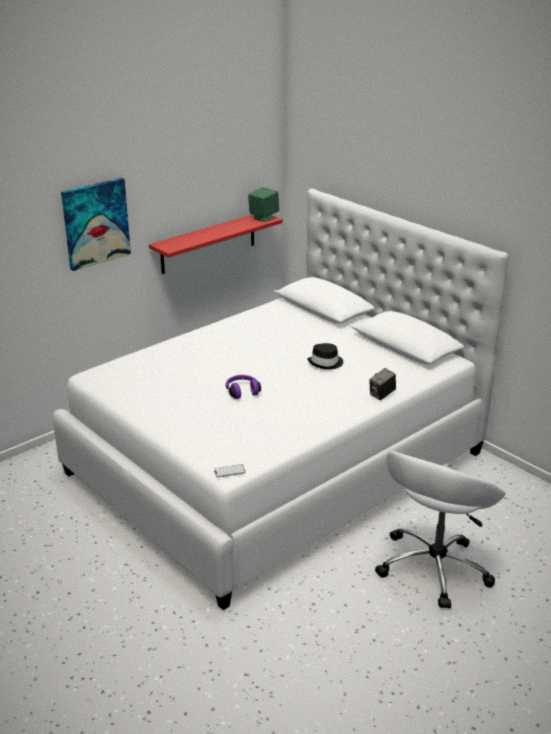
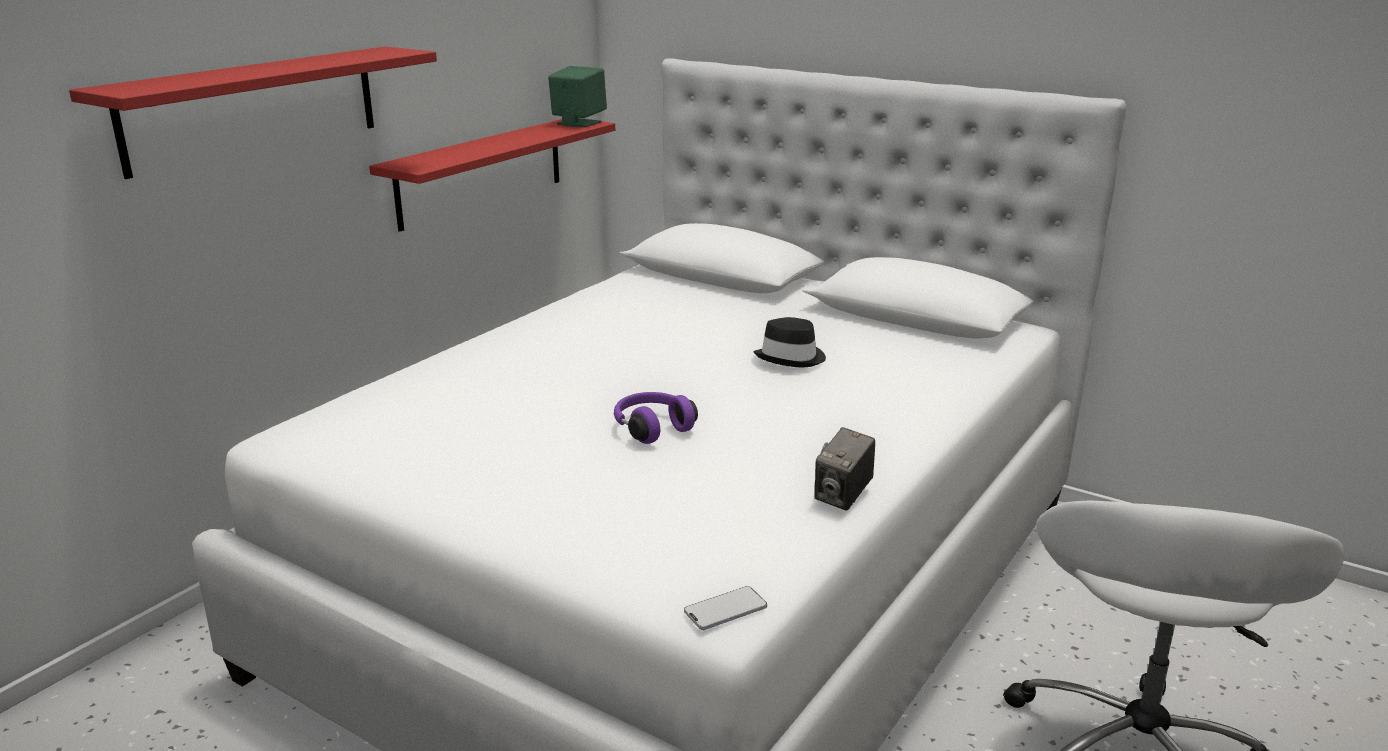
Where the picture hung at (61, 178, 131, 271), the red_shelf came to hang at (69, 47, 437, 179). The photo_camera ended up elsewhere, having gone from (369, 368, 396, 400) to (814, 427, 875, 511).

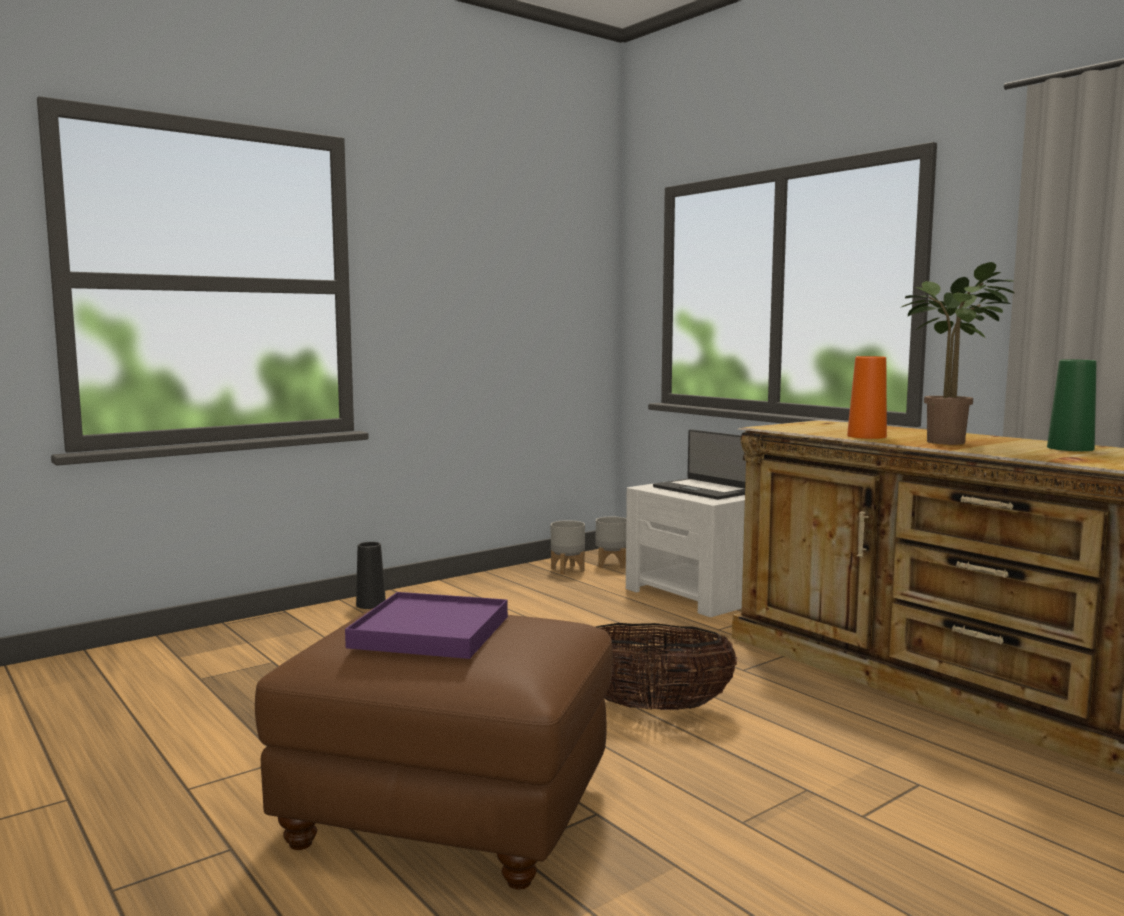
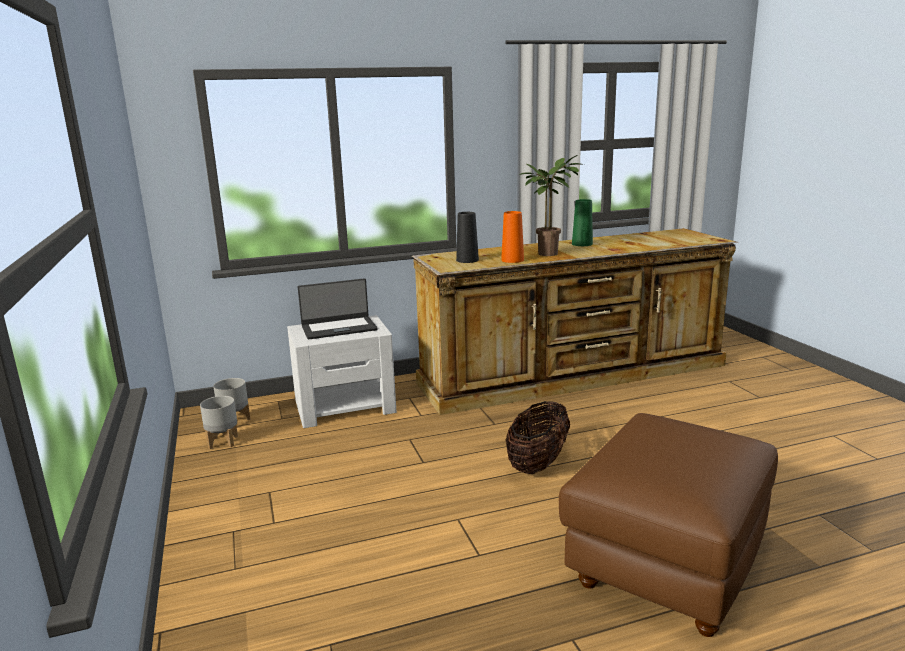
The black_vase ended up elsewhere, having gone from (356, 542, 386, 609) to (456, 212, 479, 263). The second view lost the purple_tray at (345, 592, 508, 659).

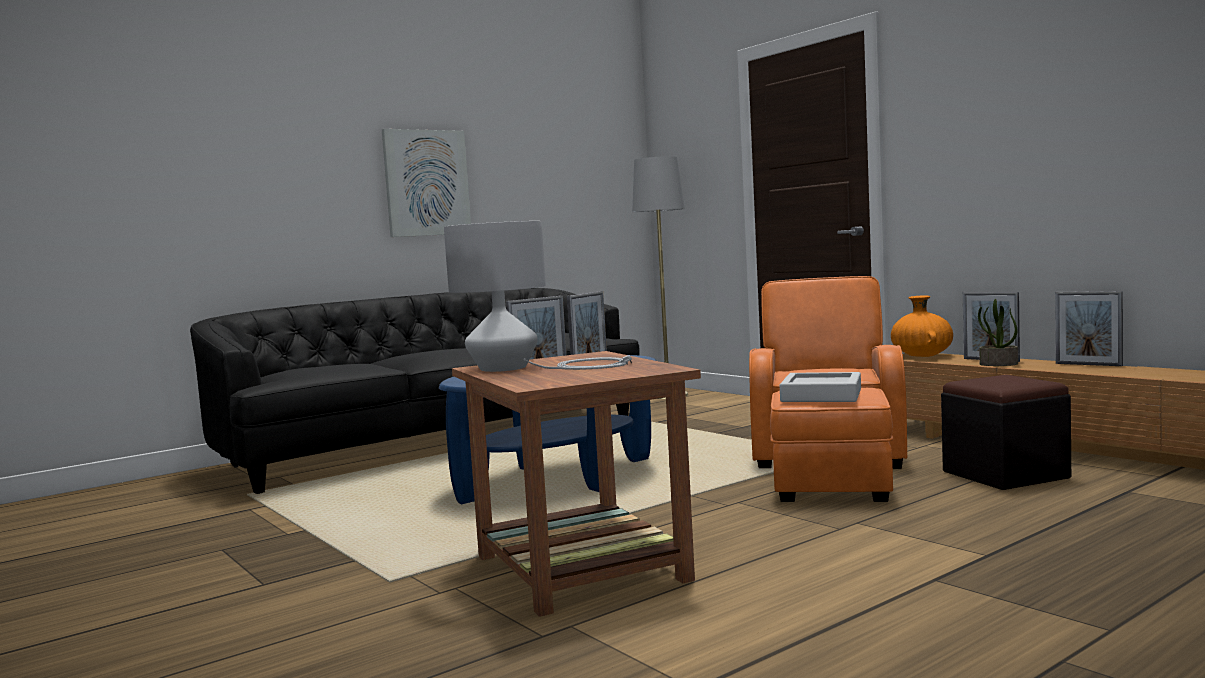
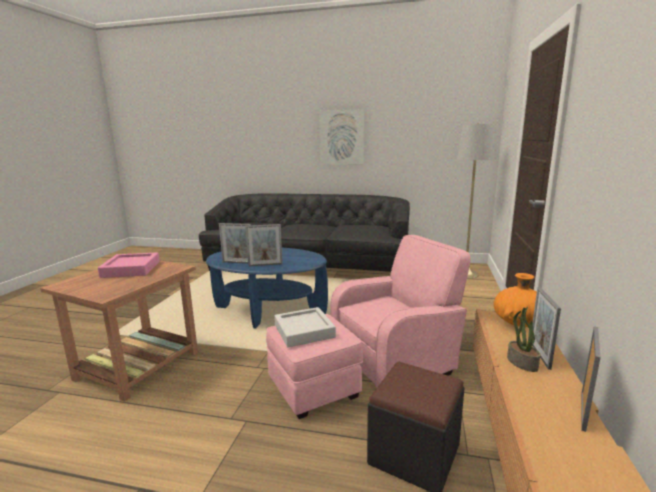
Where the white_table_lamp stood at (444, 221, 632, 372), the pink_tray came to stand at (98, 252, 160, 278). What was the orange_armchair at (749, 276, 907, 502) turned into the pink_armchair at (266, 235, 471, 419). The picture_frame at (1055, 291, 1123, 366) ended up facing another way, 150 degrees counterclockwise from before.

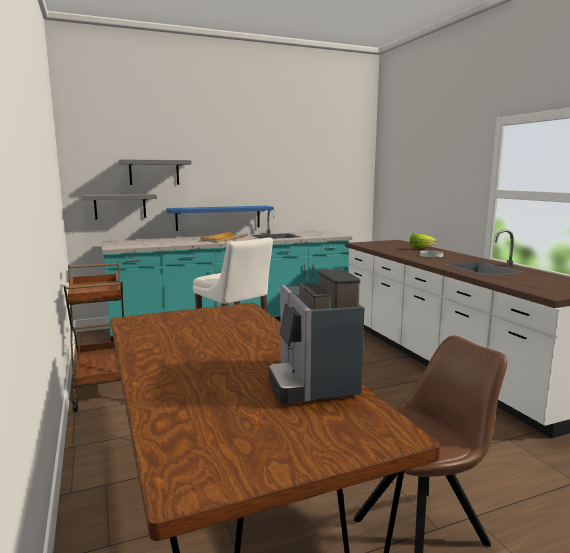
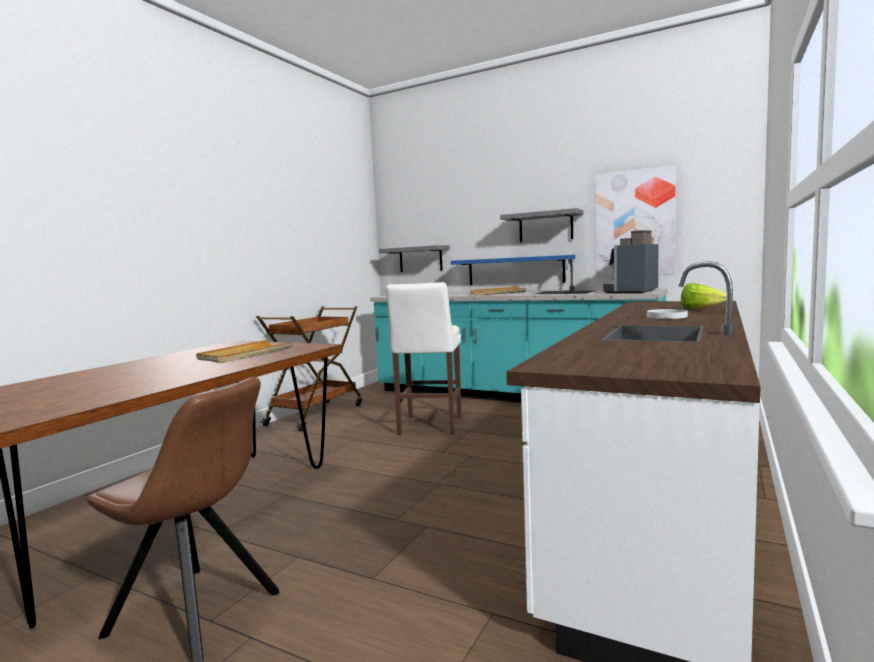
The grey_shelf ended up elsewhere, having gone from (119, 159, 192, 185) to (500, 208, 584, 242). The coffee_machine ended up elsewhere, having gone from (269, 269, 365, 404) to (603, 230, 658, 293). The second view gained the picture at (595, 165, 676, 277). The second view gained the beige_tray at (196, 340, 293, 363).

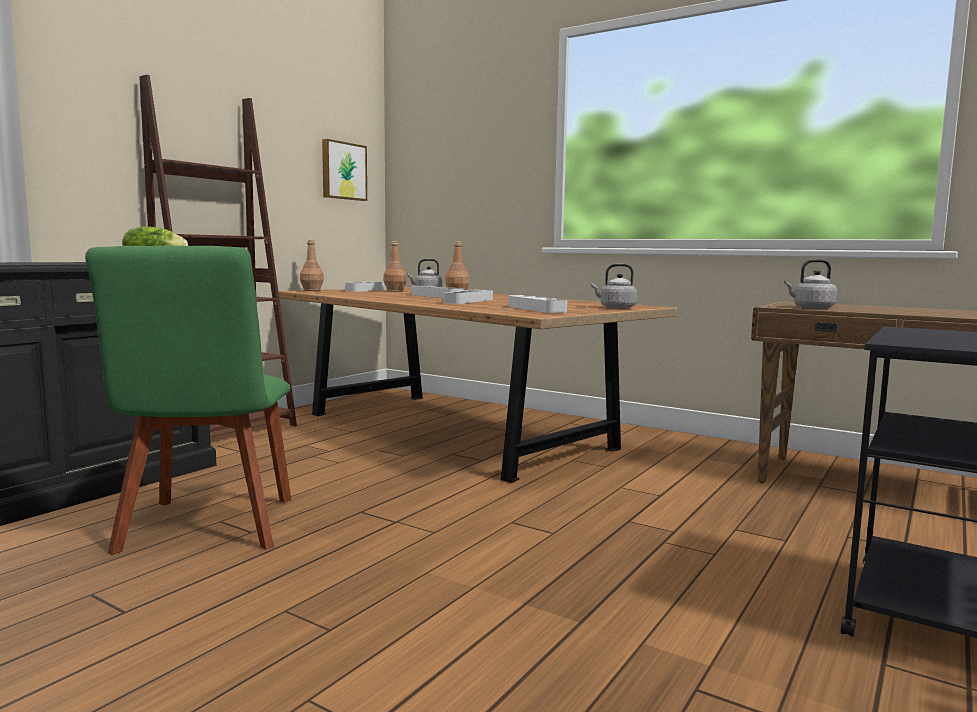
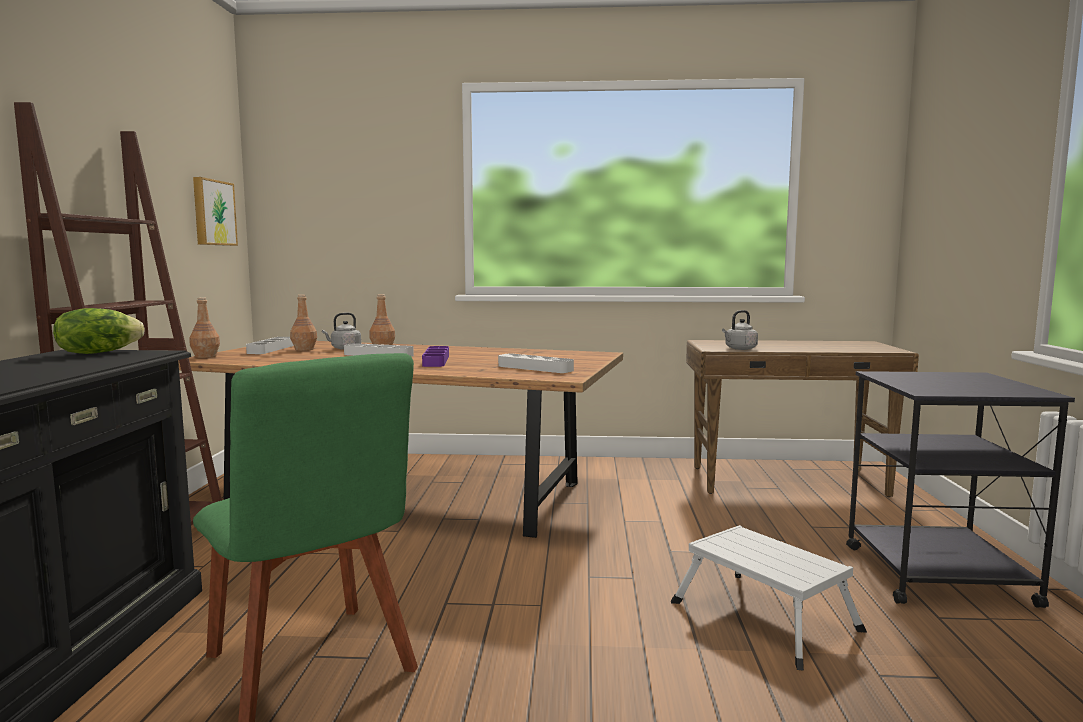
The second view lost the grey_kettle at (591, 264, 637, 309). What was the grey_tray at (443, 289, 493, 304) turned into the purple_tray at (422, 346, 449, 367). The second view gained the white_step_ladder at (671, 525, 867, 671).

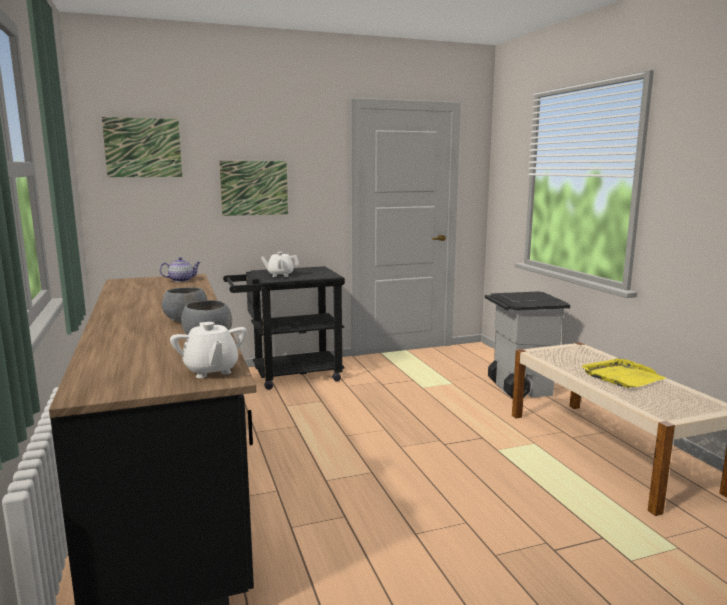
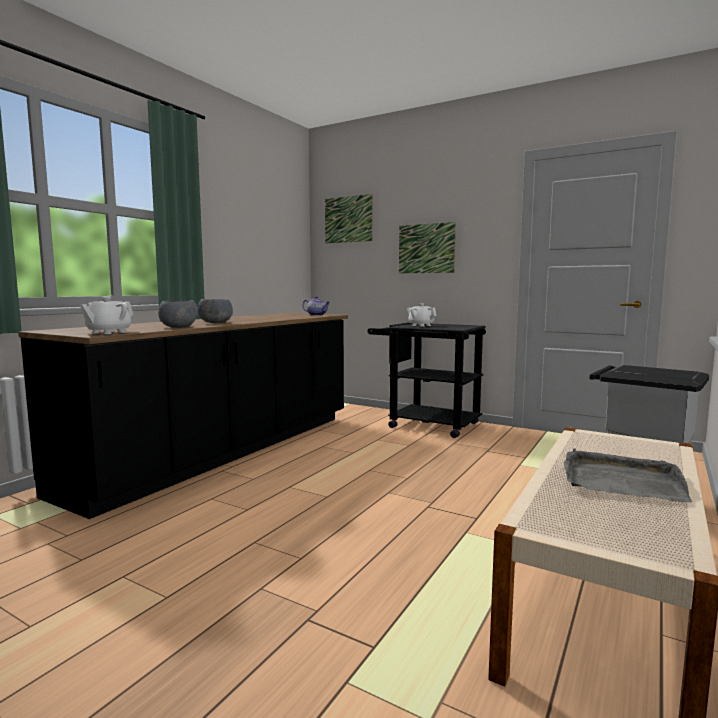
What was the yellow_tray at (582, 358, 666, 388) turned into the grey_tray at (564, 448, 692, 503).

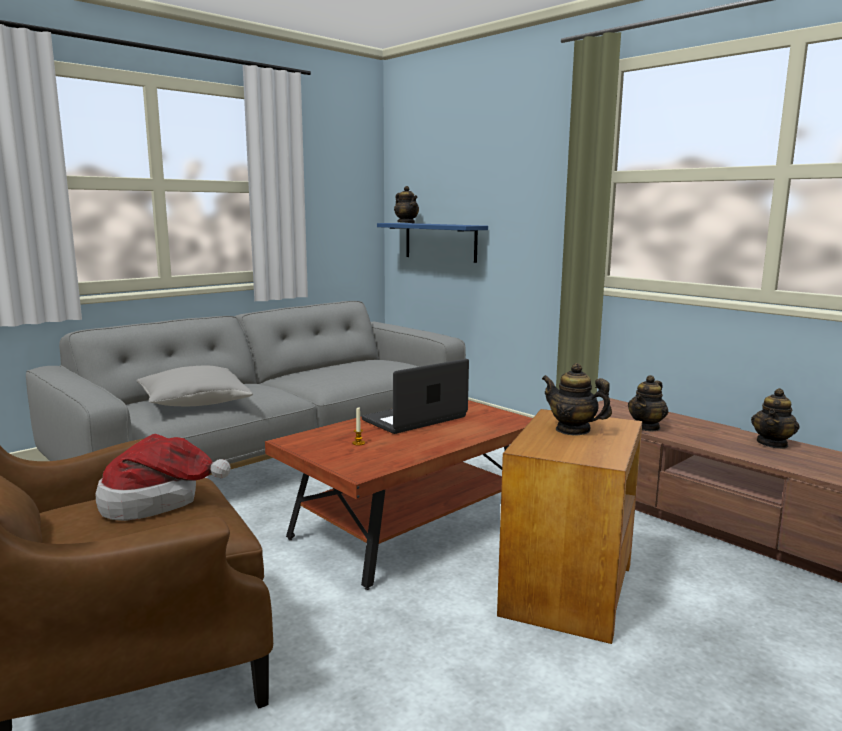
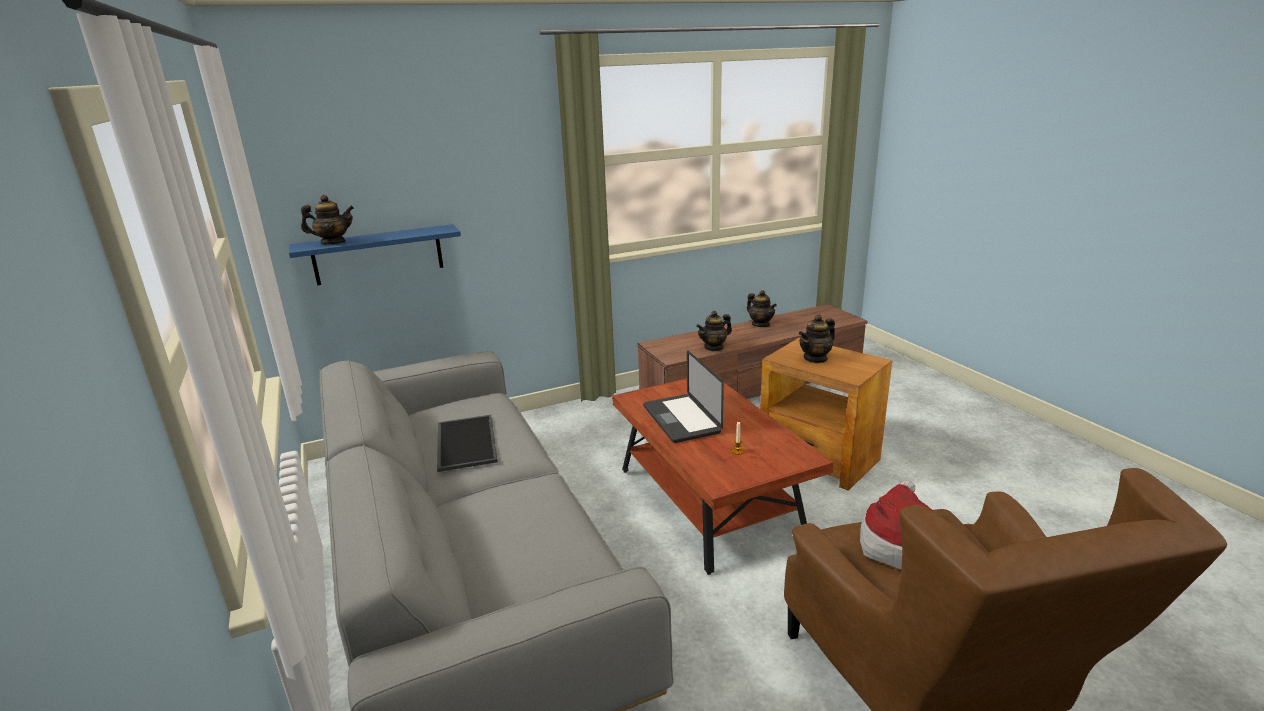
The second view lost the grey_pillow at (137, 365, 253, 406). The teapot at (628, 375, 668, 432) ended up facing another way, 90 degrees clockwise from before. The second view gained the tray at (437, 415, 498, 472).

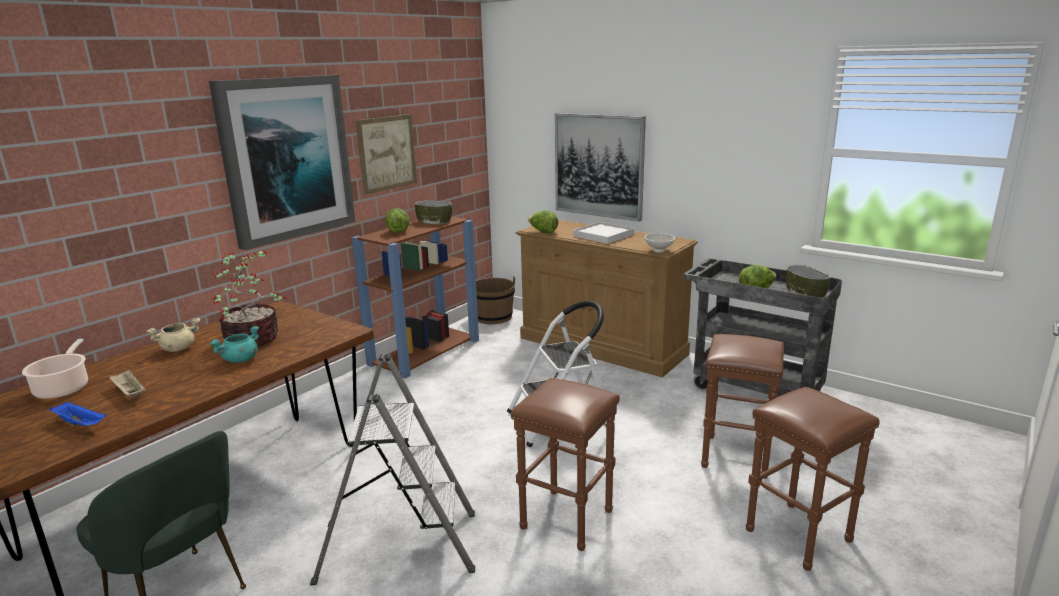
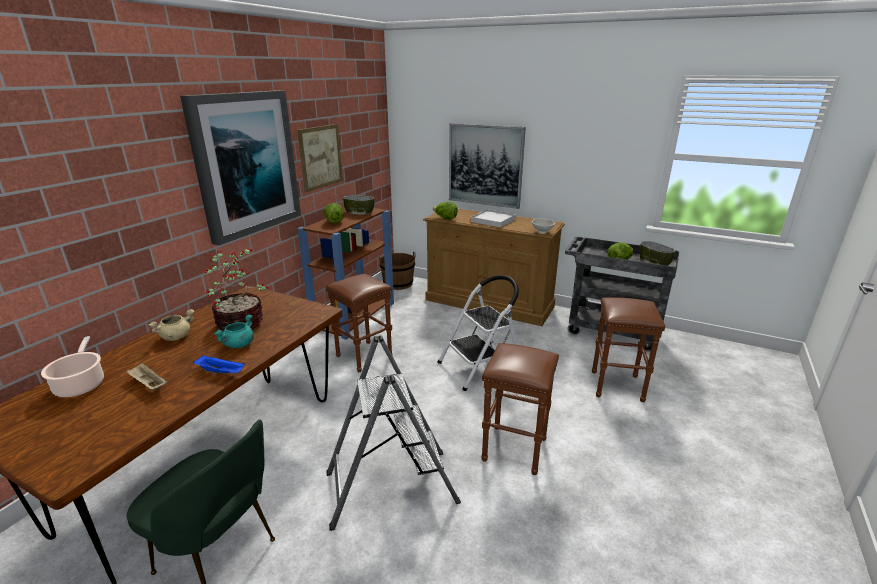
The brown_stool ended up elsewhere, having gone from (746, 387, 880, 571) to (326, 274, 392, 372). The blue_tray ended up elsewhere, having gone from (50, 402, 106, 426) to (193, 355, 245, 374).

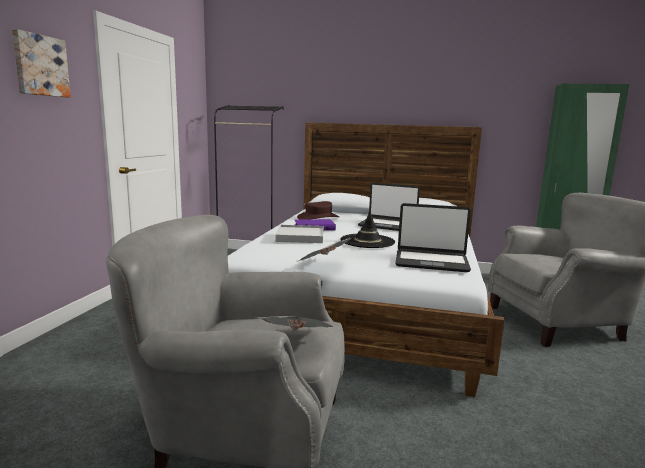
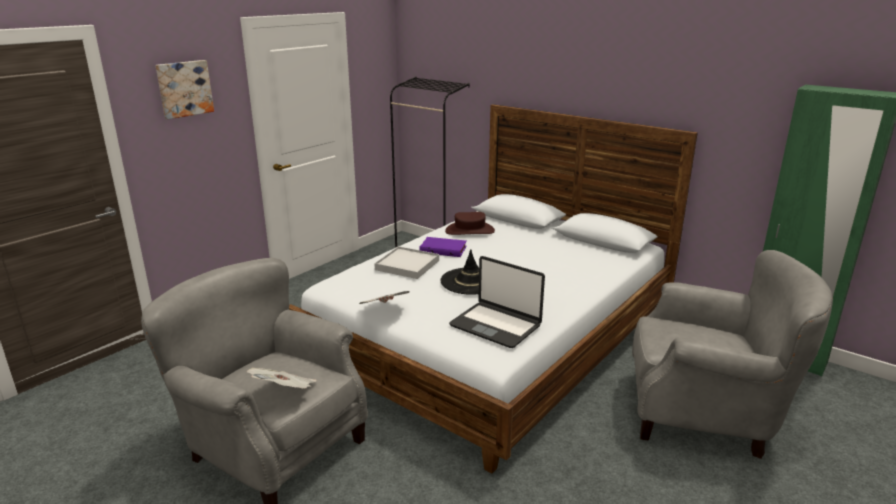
The second view lost the laptop at (358, 183, 420, 231).

